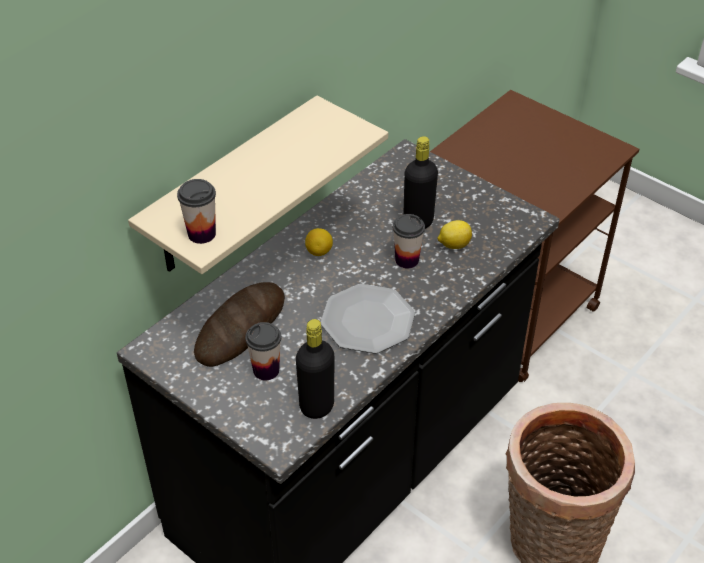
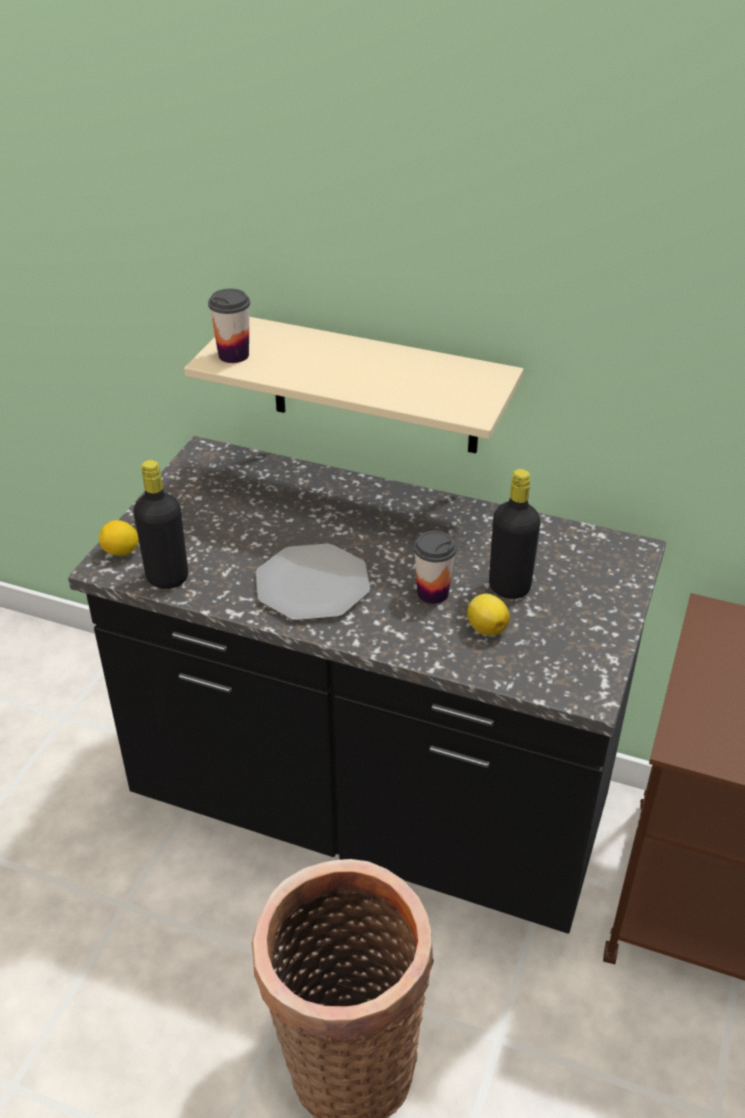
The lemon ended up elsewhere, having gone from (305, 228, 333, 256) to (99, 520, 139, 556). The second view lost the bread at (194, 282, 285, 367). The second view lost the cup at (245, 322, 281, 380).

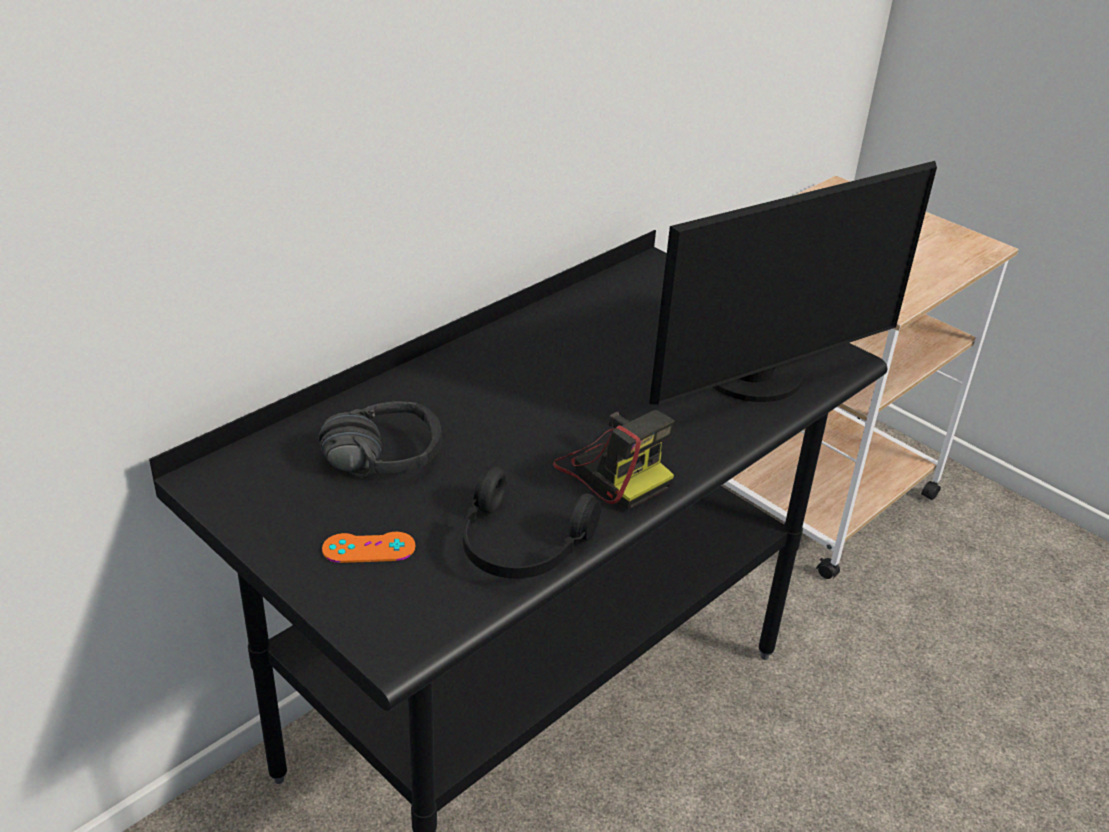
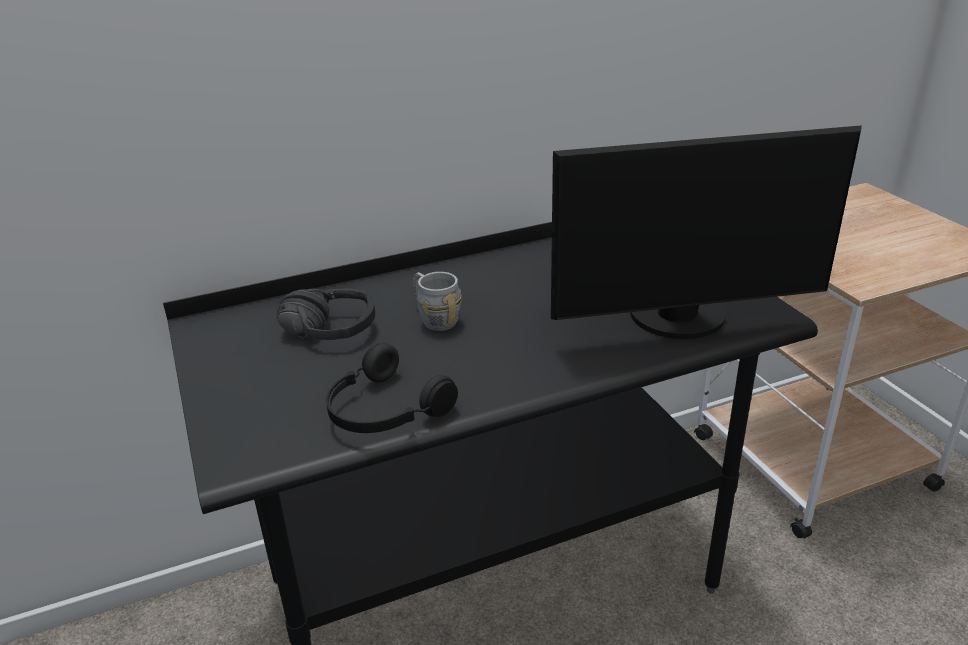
The second view lost the photo_camera at (553, 410, 675, 510). The second view lost the orange_game_controller at (322, 532, 415, 563). The second view gained the grey_mug at (413, 272, 462, 331).

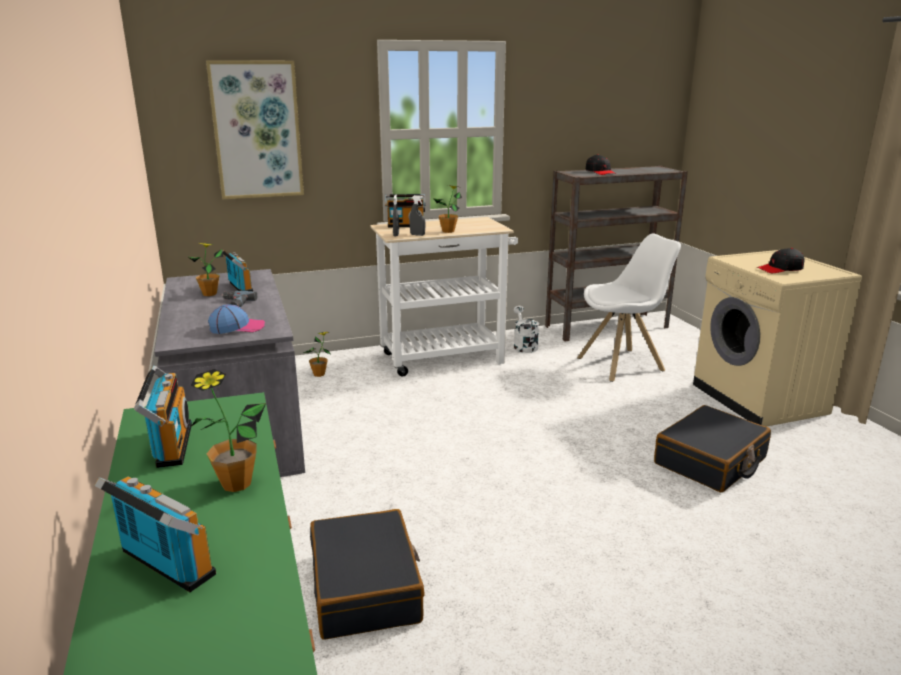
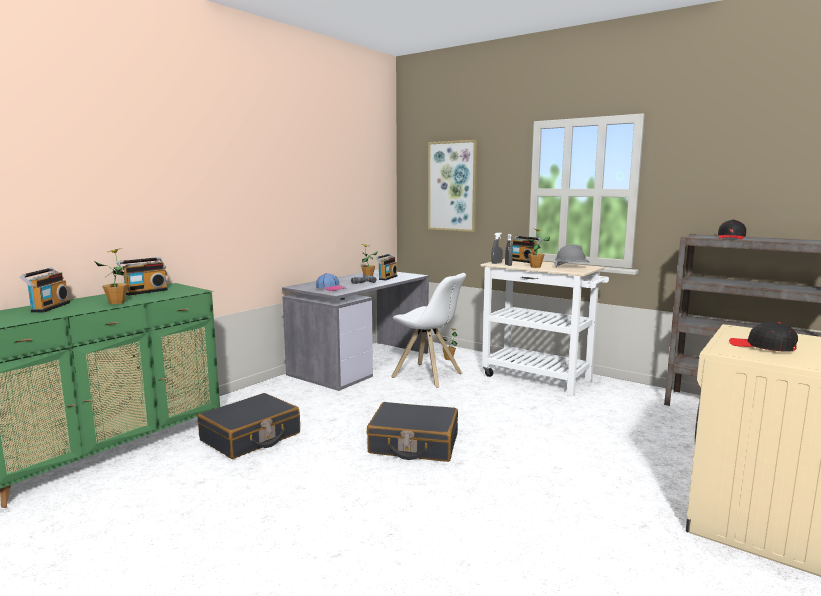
The white_chair ended up elsewhere, having gone from (577, 233, 681, 382) to (391, 273, 466, 388). The second view lost the white_watering_can at (514, 306, 539, 353). The black_suitcase ended up elsewhere, having gone from (654, 405, 771, 492) to (367, 402, 458, 462). The second view gained the grey_hard_hat at (554, 245, 589, 268).

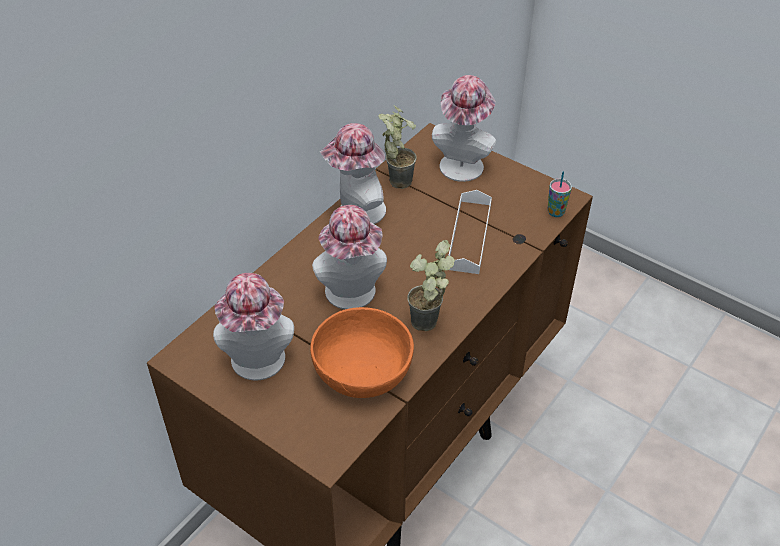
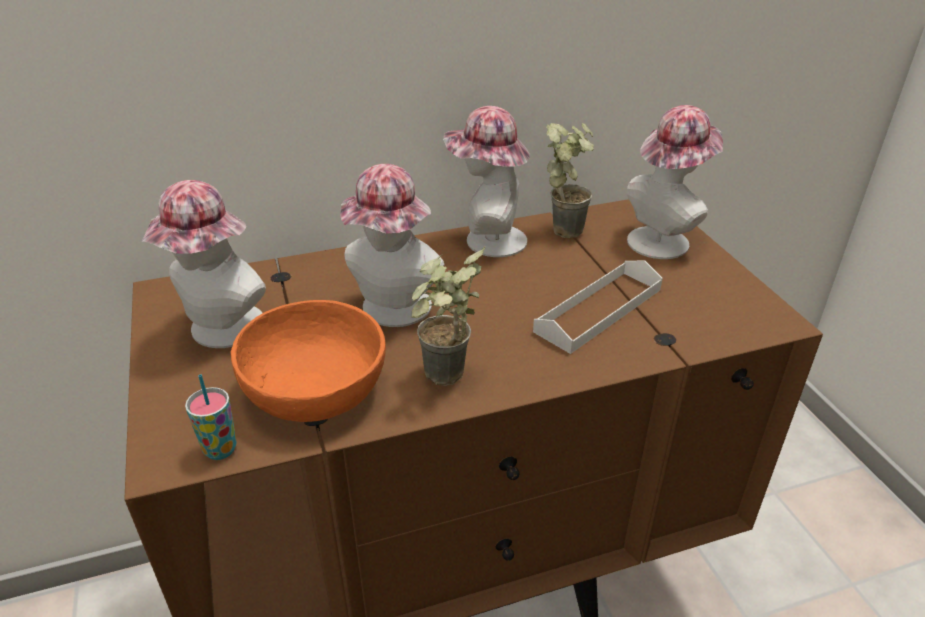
The cup ended up elsewhere, having gone from (547, 171, 572, 217) to (185, 374, 237, 460).

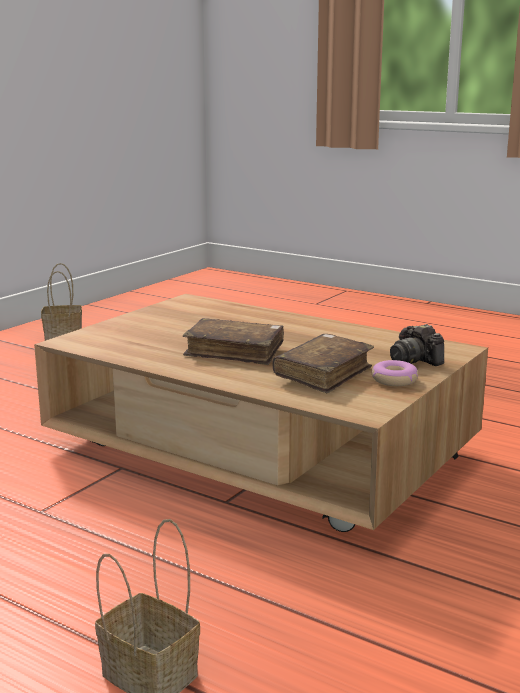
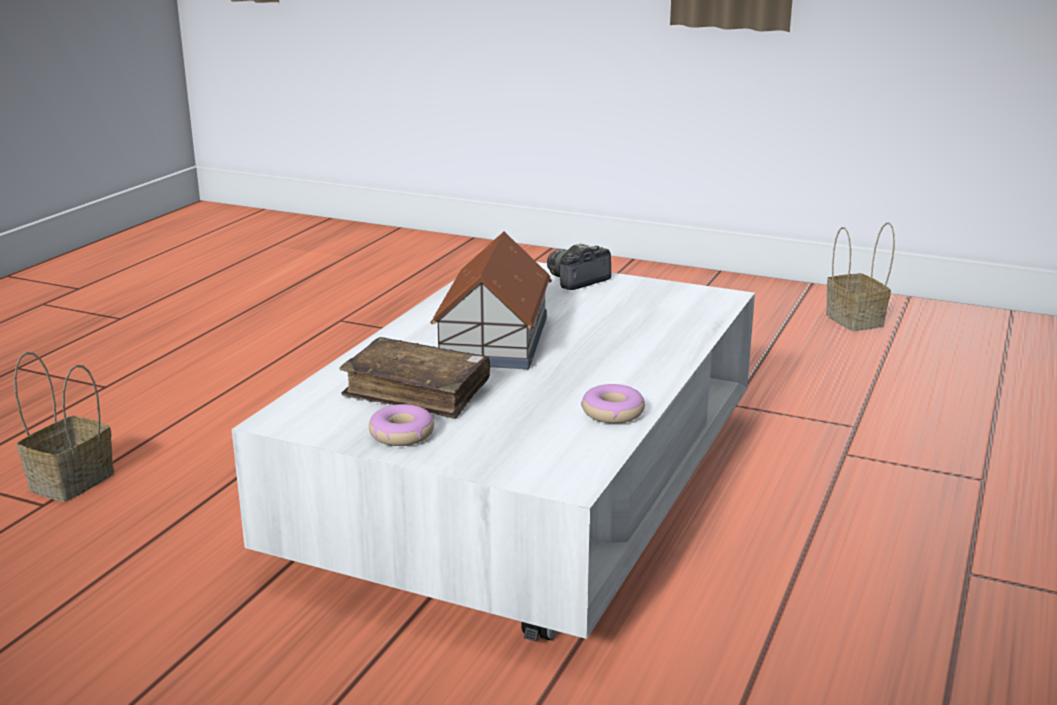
What was the brown_coffee_table at (34, 294, 488, 532) turned into the white_coffee_table at (232, 262, 755, 641). Where the brown_book stood at (183, 318, 284, 365), the toy_house came to stand at (430, 232, 552, 369). The photo_camera ended up elsewhere, having gone from (390, 324, 444, 366) to (547, 244, 611, 290). The second view gained the donut at (581, 384, 645, 424).

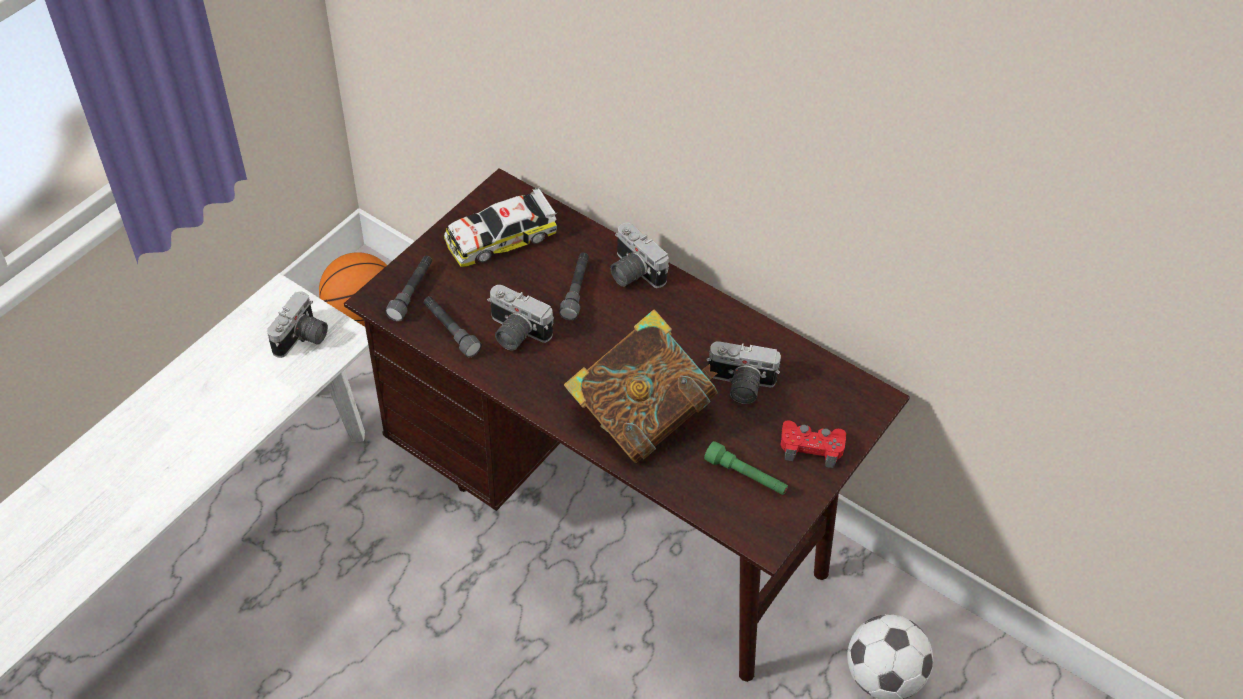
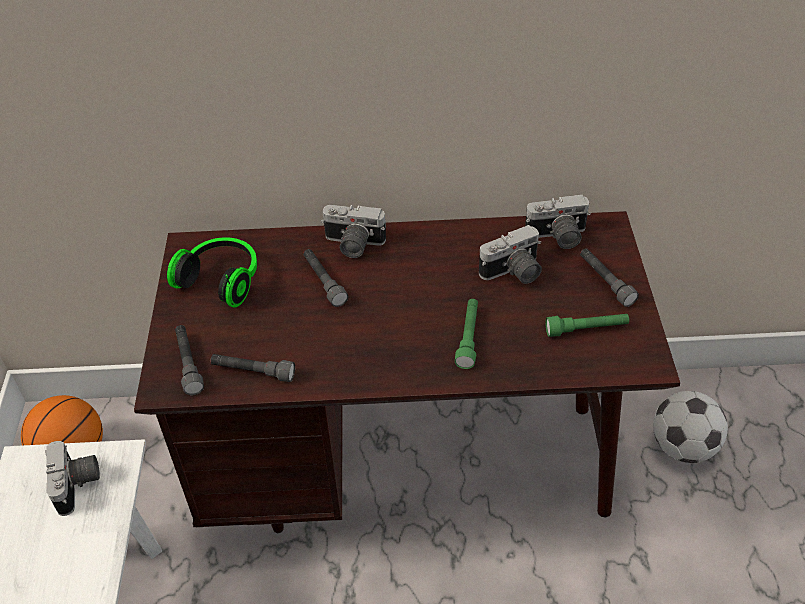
Where the toy_car stood at (444, 187, 557, 267), the headphones came to stand at (167, 237, 257, 308). The photo_camera ended up elsewhere, having gone from (487, 285, 554, 351) to (525, 195, 591, 249). Where the book stood at (564, 310, 718, 463), the green_flashlight came to stand at (455, 299, 478, 369). Where the red_game_controller stood at (780, 420, 846, 468), the grey_flashlight came to stand at (580, 248, 639, 307).

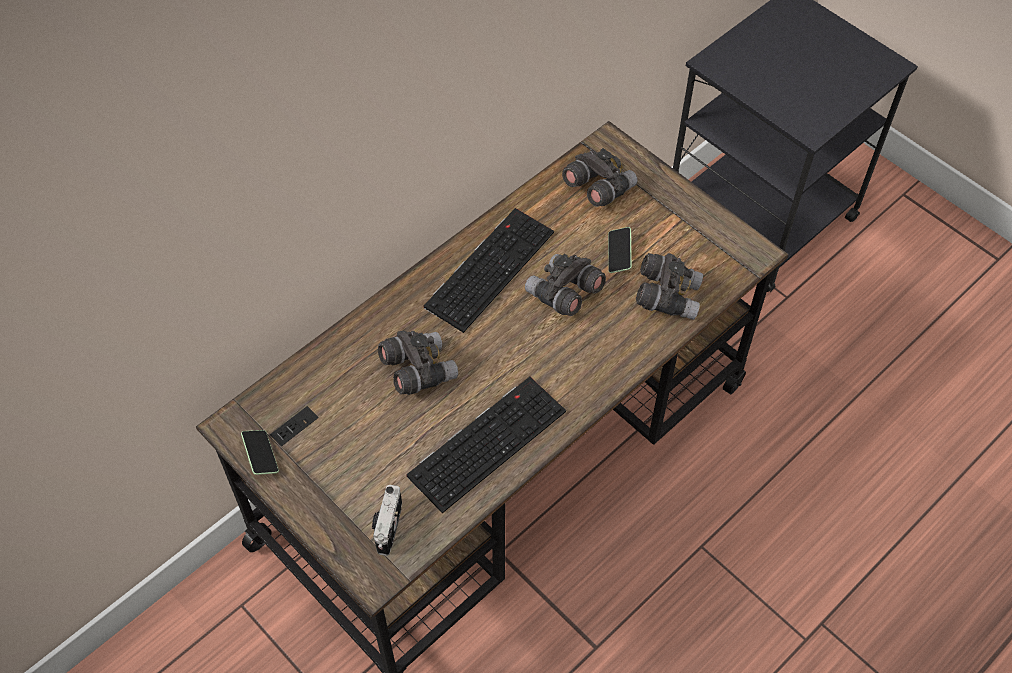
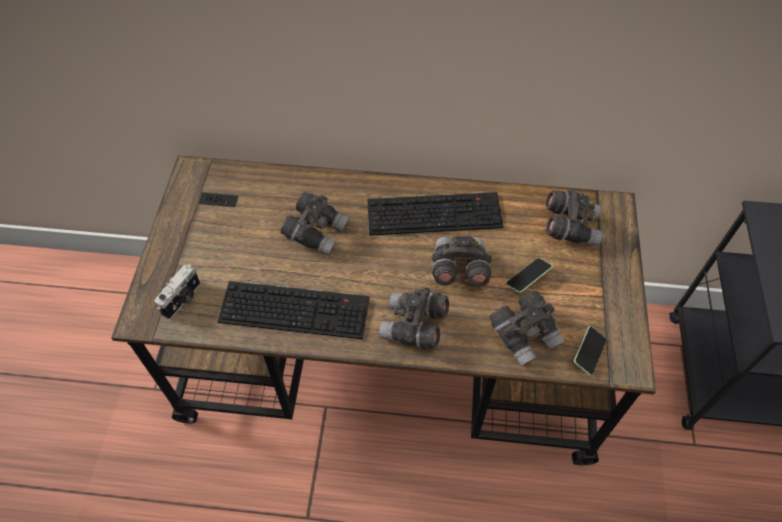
The phone ended up elsewhere, having gone from (241, 430, 279, 475) to (574, 326, 607, 376). The photo_camera at (372, 485, 402, 556) ended up facing another way, 150 degrees clockwise from before. The second view gained the grey_binoculars at (379, 287, 449, 349).

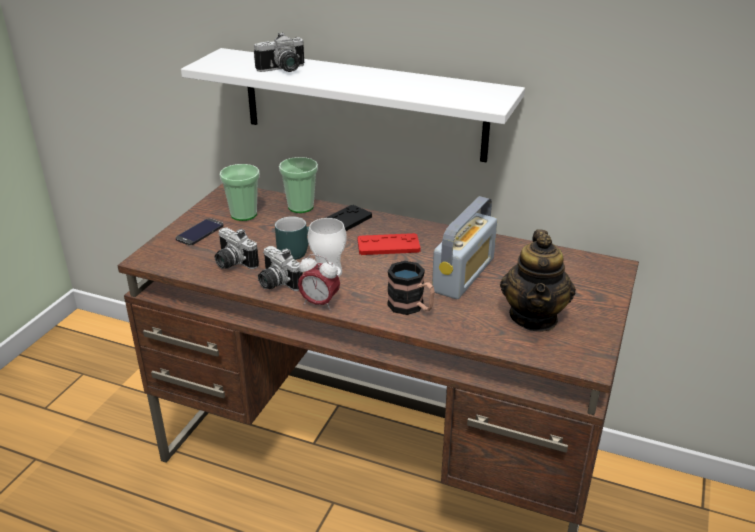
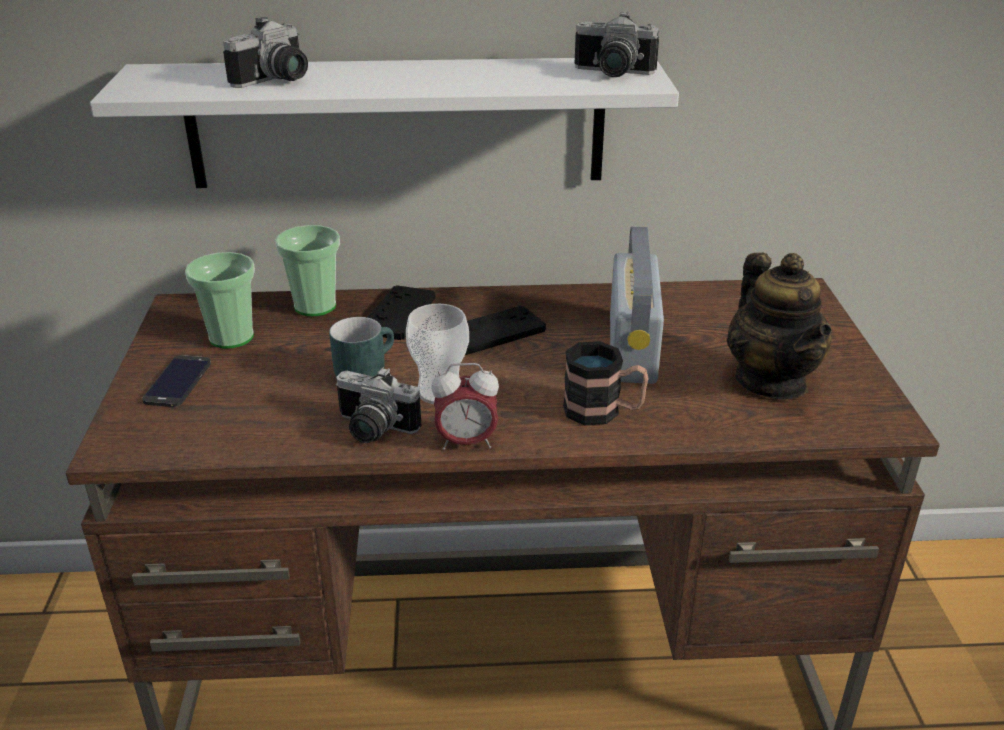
The photo_camera ended up elsewhere, having gone from (215, 228, 259, 269) to (575, 11, 659, 77). What was the red_game_controller at (357, 233, 421, 255) turned into the black_game_controller at (465, 306, 546, 355).

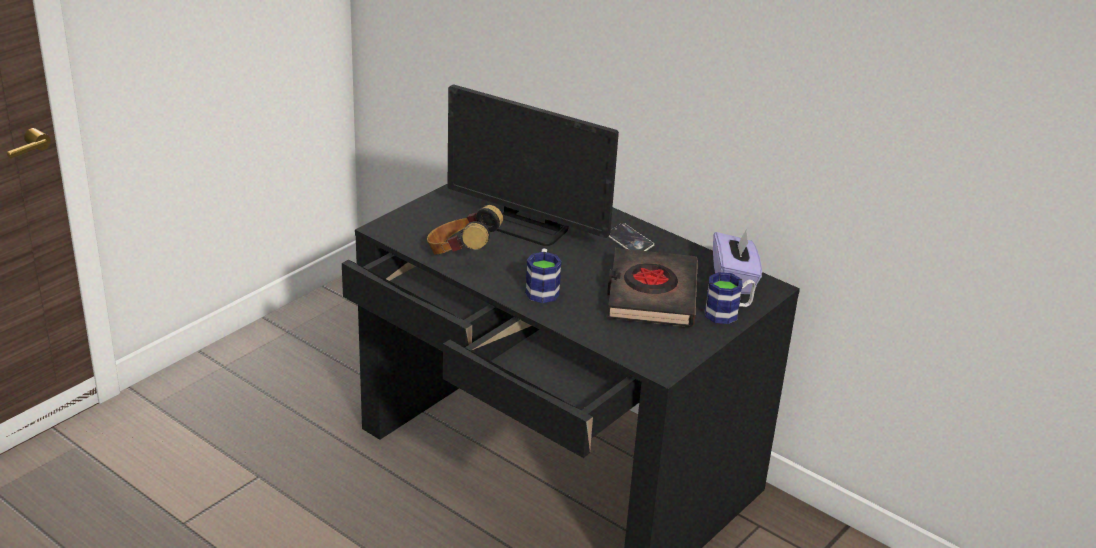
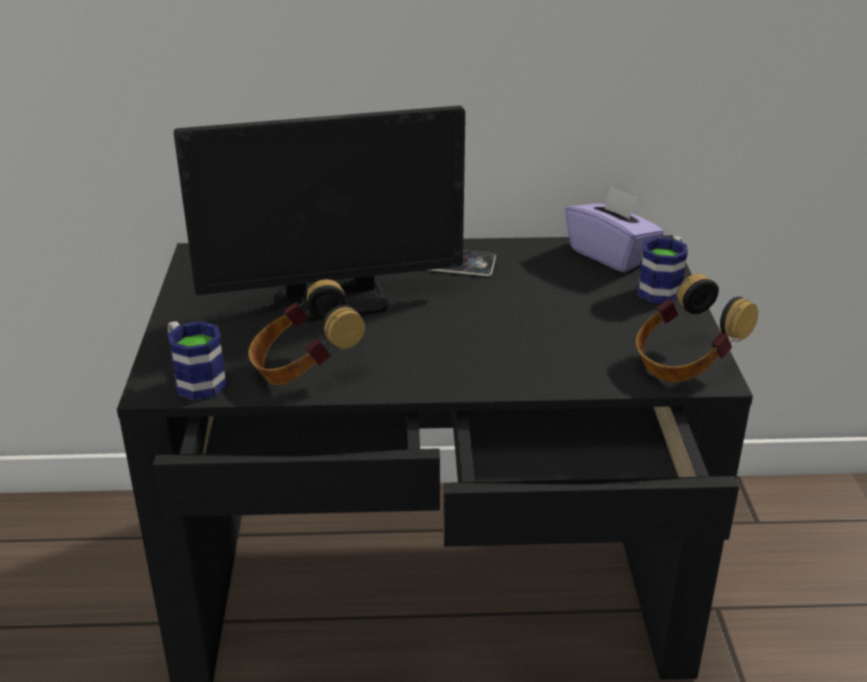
The mug ended up elsewhere, having gone from (525, 248, 562, 303) to (168, 321, 227, 400). The second view lost the black_book at (607, 248, 698, 327). The second view gained the headphones at (636, 274, 758, 382).

